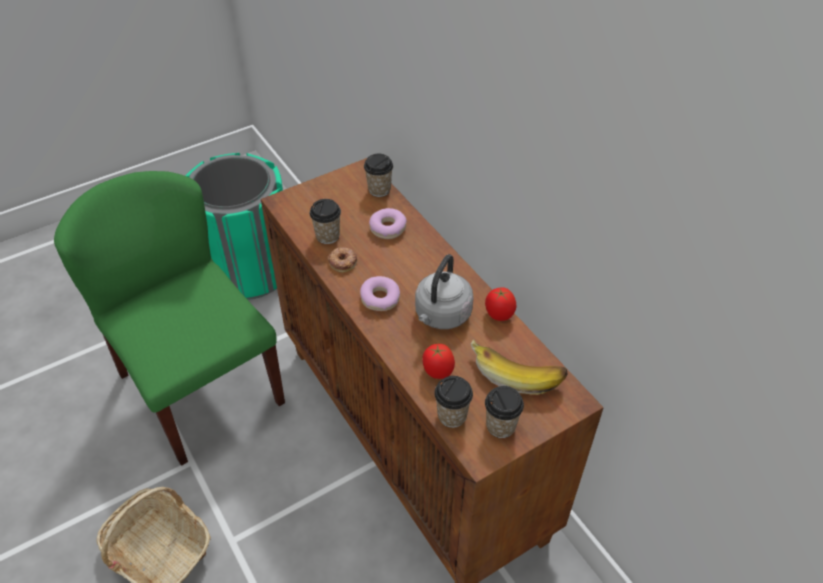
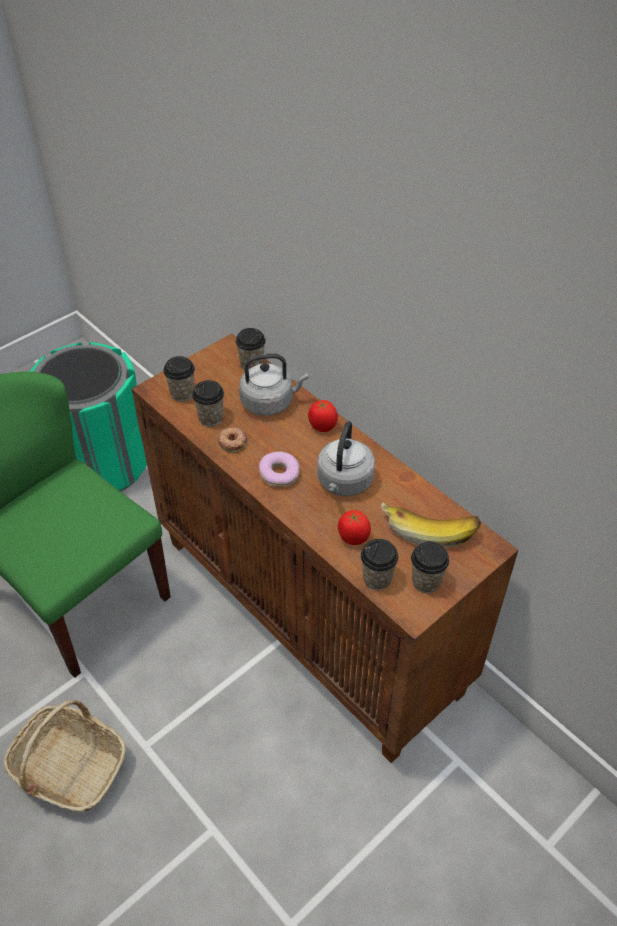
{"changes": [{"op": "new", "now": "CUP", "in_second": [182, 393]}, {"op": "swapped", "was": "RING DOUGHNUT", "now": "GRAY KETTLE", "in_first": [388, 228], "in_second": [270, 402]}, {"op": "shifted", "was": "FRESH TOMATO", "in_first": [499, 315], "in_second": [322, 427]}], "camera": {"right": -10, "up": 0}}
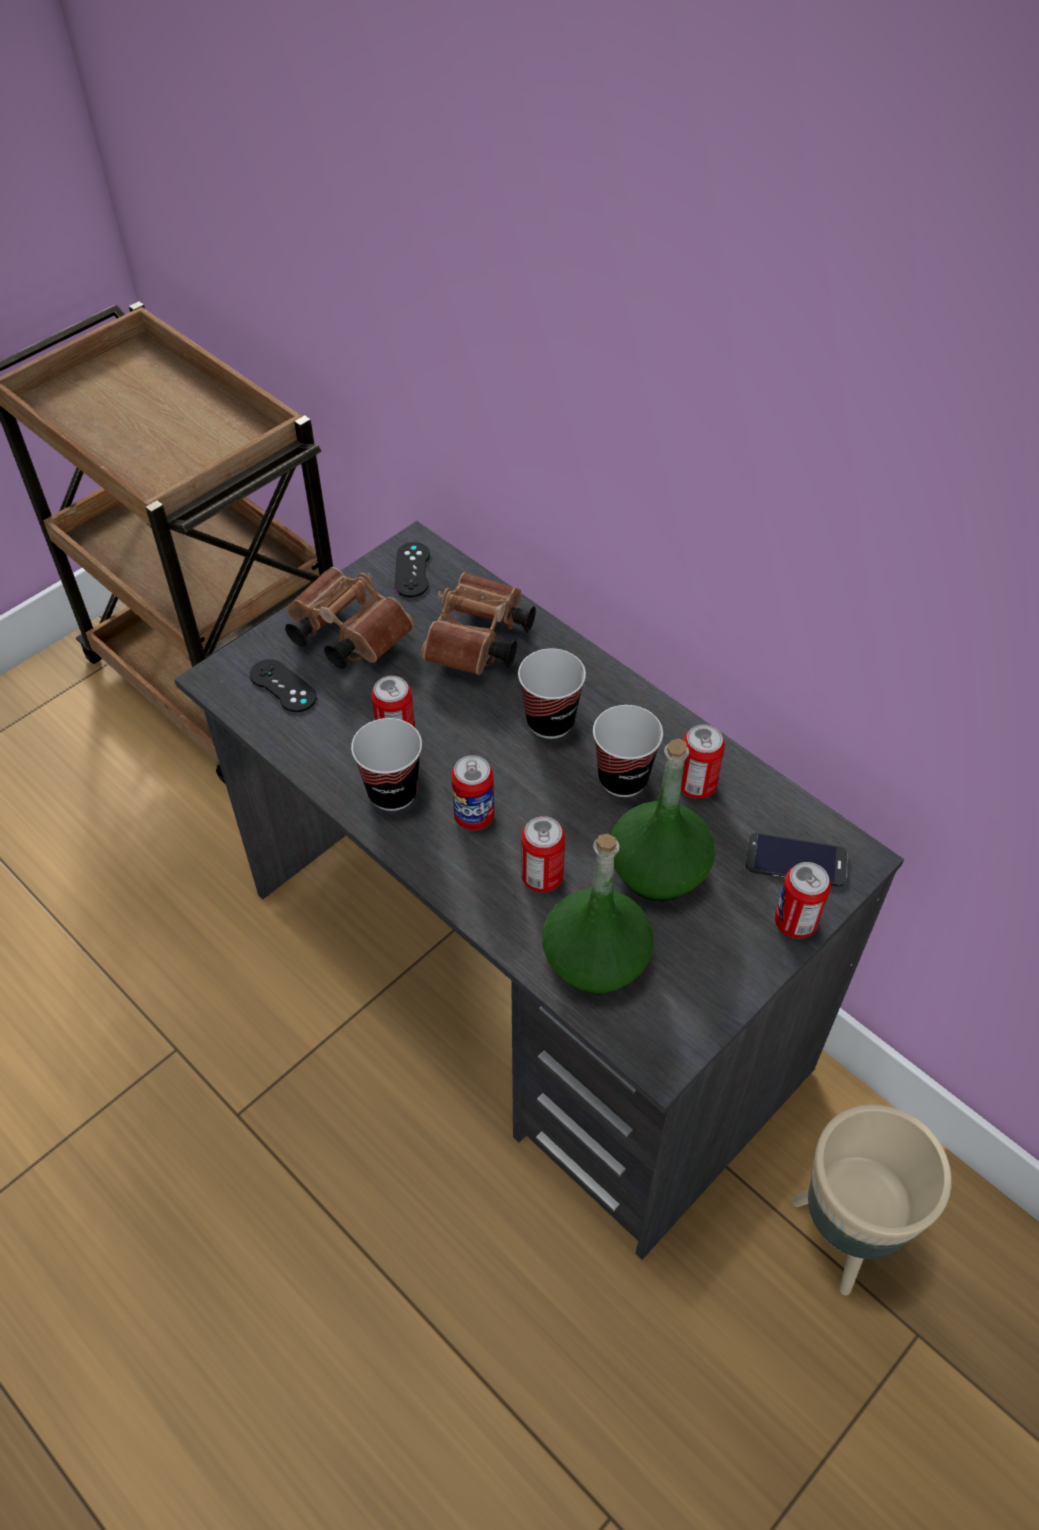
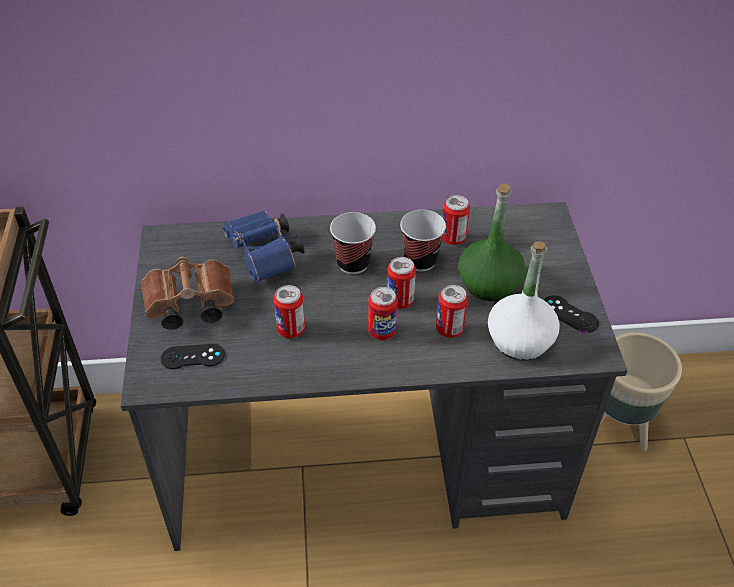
{"changes": [{"op": "repainted", "was": "BROWN-COLOURED PAIR OF BINOCULARS", "now": "BLUE PAIR OF BINOCULARS", "in_first": [478, 643], "in_second": [265, 257]}, {"op": "shifted", "was": "CAN", "in_first": [795, 922], "in_second": [400, 301]}, {"op": "repainted", "was": "GREEN-COLOURED BEVERAGE BOTTLE", "now": "WHITE BEVERAGE BOTTLE", "in_first": [595, 958], "in_second": [519, 340]}, {"op": "shifted", "was": "BLACK-COLOURED GAMEPAD", "in_first": [412, 570], "in_second": [570, 314]}, {"op": "gone", "was": "CUP", "in_first": [392, 792]}, {"op": "gone", "was": "HANDSET", "in_first": [796, 861]}], "camera": {"right": -50, "up": -5}}
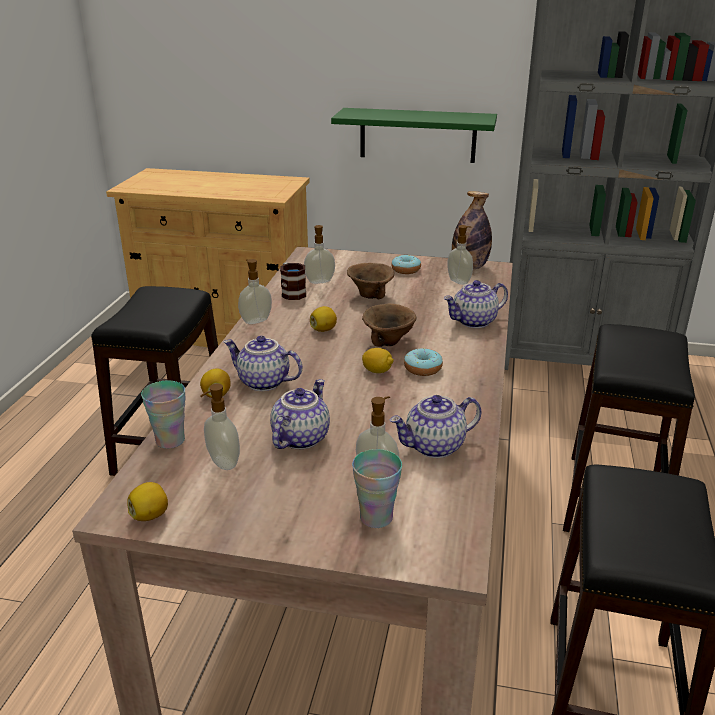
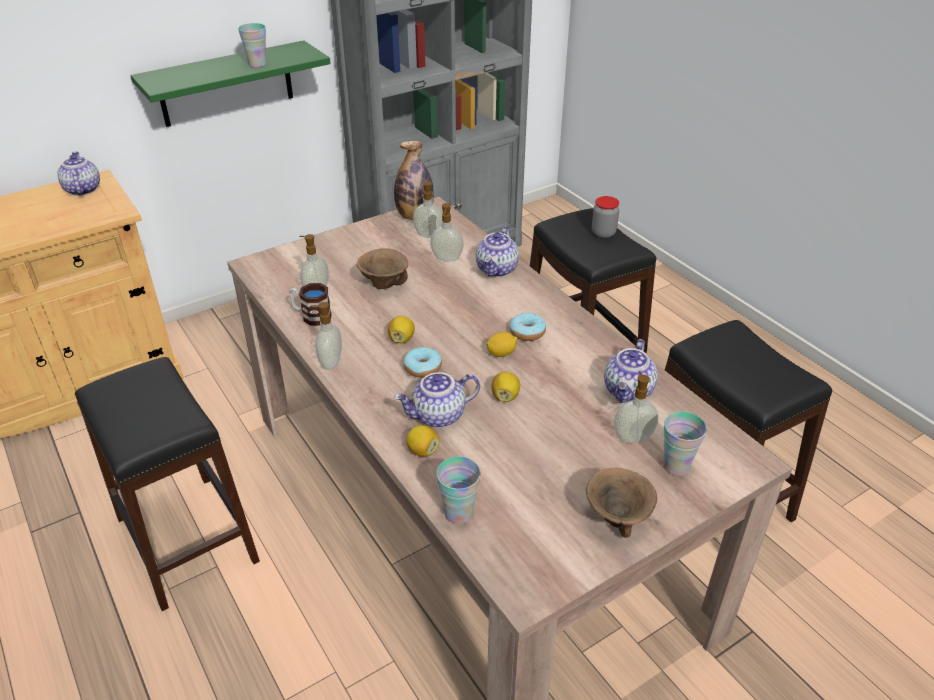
{"changes": [{"op": "shifted", "was": "POT FOR TEA", "in_first": [299, 437], "in_second": [82, 190]}, {"op": "new", "now": "CUP", "in_second": [257, 64]}, {"op": "shifted", "was": "RING DOUGHNUT", "in_first": [406, 270], "in_second": [423, 368]}, {"op": "shifted", "was": "LIQUID SOAP BOTTLE", "in_first": [222, 463], "in_second": [447, 259]}, {"op": "shifted", "was": "LEMON", "in_first": [150, 515], "in_second": [505, 396]}, {"op": "shifted", "was": "BROWN-COLOURED DEEP DISH", "in_first": [389, 342], "in_second": [616, 517]}, {"op": "new", "now": "PRESERVE JAR", "in_second": [603, 233]}], "camera": {"right": -45, "up": 10}}
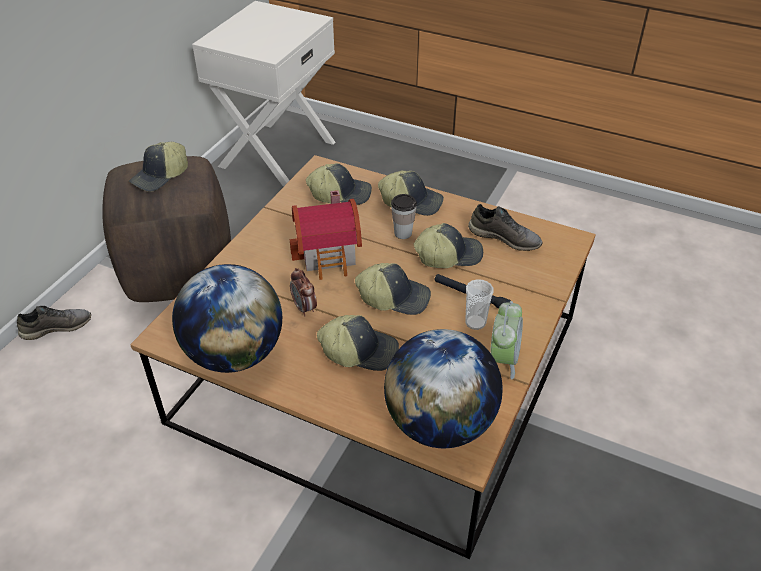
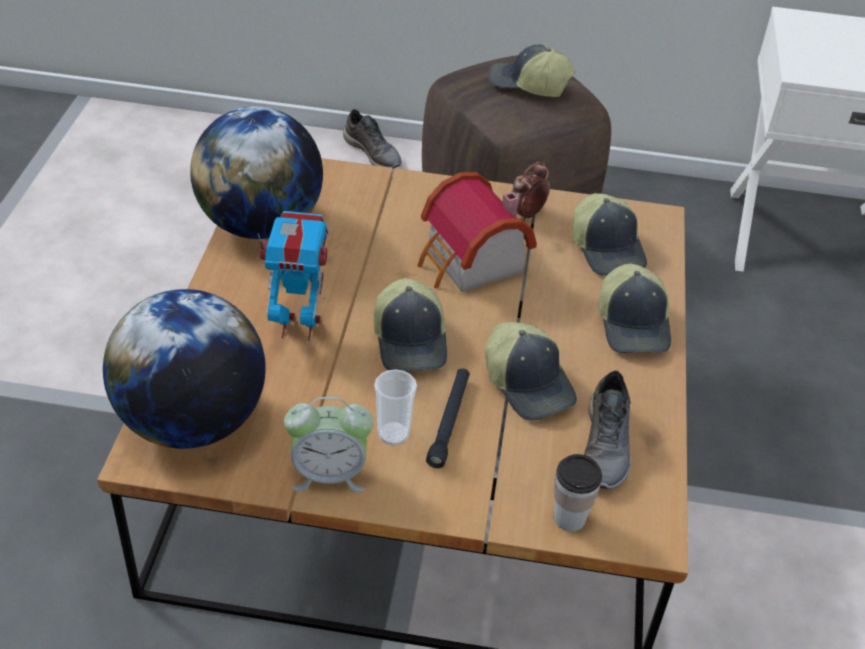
{"changes": [{"op": "swapped", "was": "PEAKED CAP", "now": "MODEL ROBOT", "in_first": [360, 351], "in_second": [298, 326]}, {"op": "shifted", "was": "TABLE CLOCK", "in_first": [304, 308], "in_second": [526, 215]}, {"op": "shifted", "was": "CUP", "in_first": [403, 233], "in_second": [569, 518]}], "camera": {"right": 70, "up": 0}}
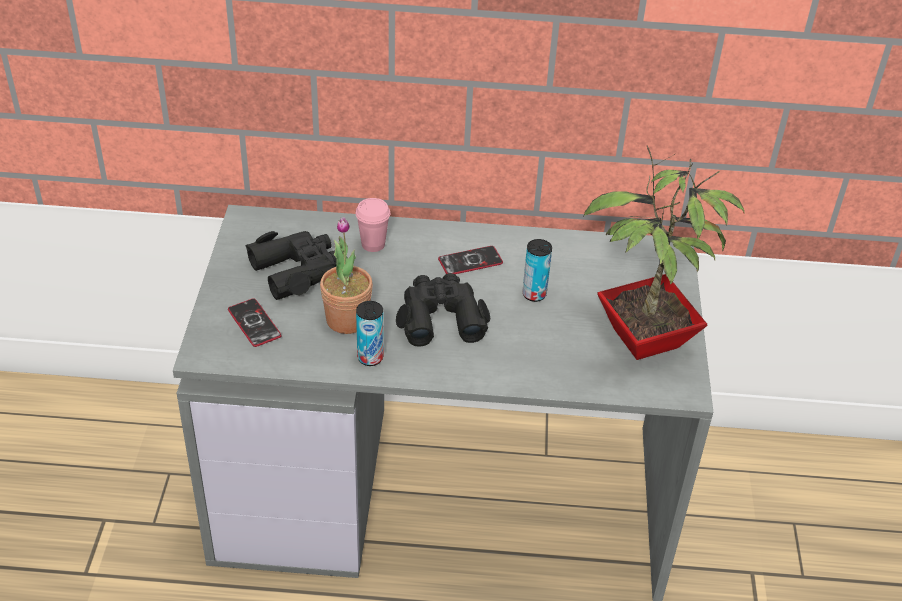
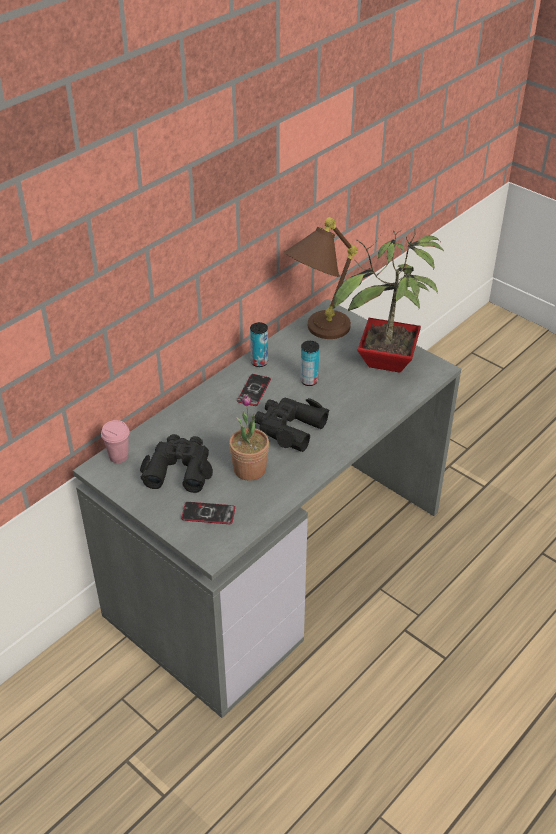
{"changes": [{"op": "shifted", "was": "PINK-COLOURED CUP", "in_first": [373, 244], "in_second": [118, 456]}, {"op": "shifted", "was": "CAN", "in_first": [370, 358], "in_second": [259, 362]}, {"op": "new", "now": "BROWN-COLOURED TABLETOP LAMP", "in_second": [317, 333]}], "camera": {"right": -50, "up": 0}}
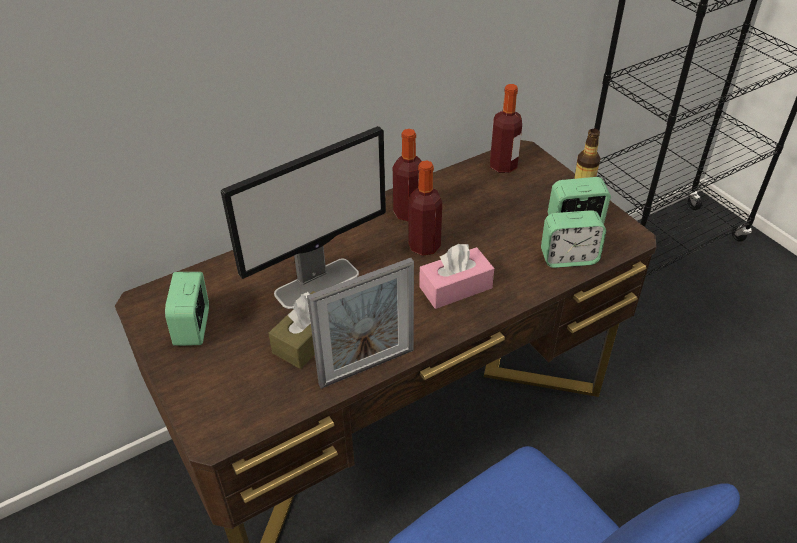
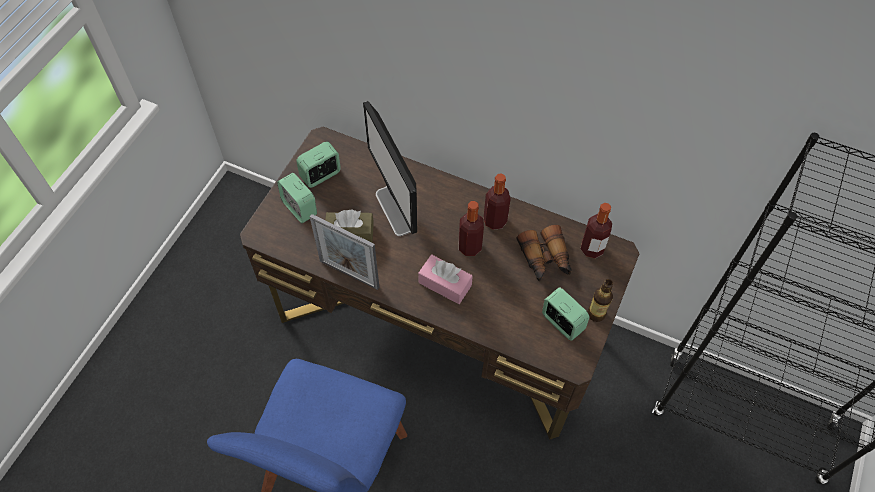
{"changes": [{"op": "shifted", "was": "TABLE CLOCK", "in_first": [568, 258], "in_second": [300, 208]}, {"op": "rotated", "was": "COMPUTER SCREEN", "in_first": [317, 283], "in_second": [395, 211], "clockwise": 45}, {"op": "new", "now": "PAIR OF BINOCULARS", "in_second": [545, 259]}], "camera": {"right": 55, "up": 15}}
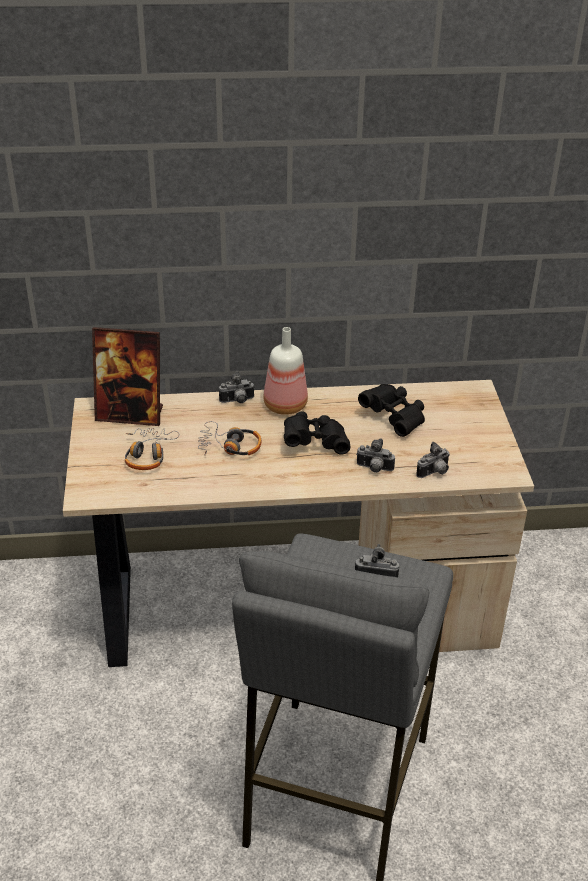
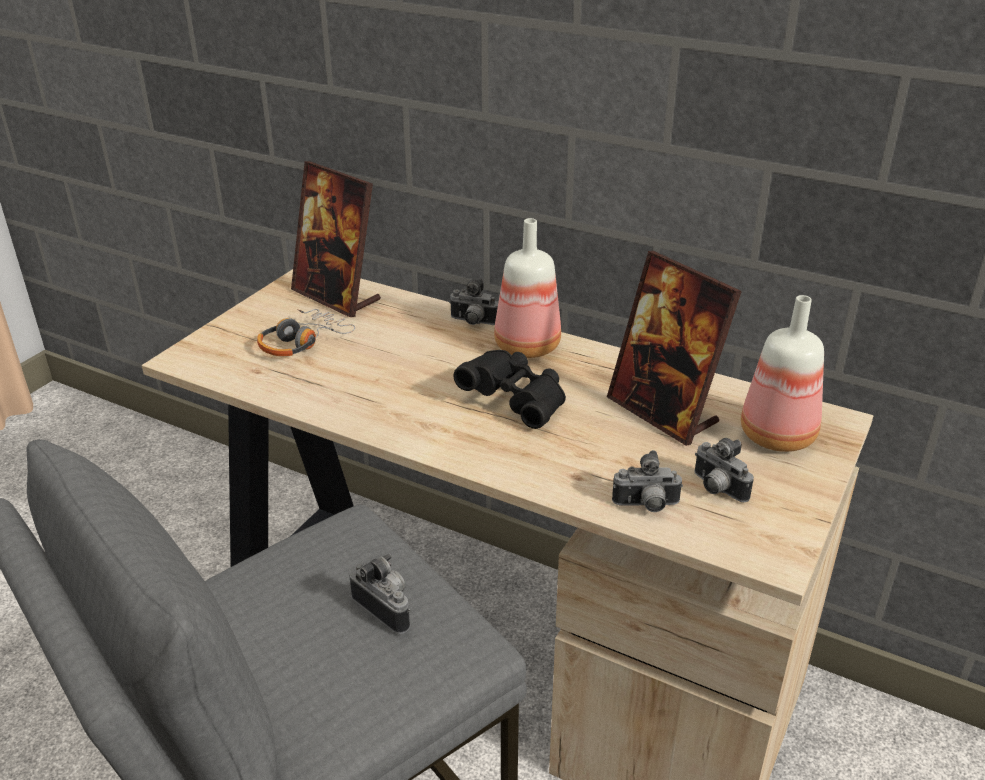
{"changes": [{"op": "swapped", "was": "BLACK-COLOURED PAIR OF BINOCULARS", "now": "STANDING FRAME", "in_first": [394, 418], "in_second": [663, 412]}, {"op": "shifted", "was": "STILL CAMERA", "in_first": [374, 469], "in_second": [716, 489]}, {"op": "new", "now": "BEVERAGE BOTTLE", "in_second": [777, 434]}, {"op": "gone", "was": "HEADSET", "in_first": [229, 446]}], "camera": {"right": 35, "up": -5}}
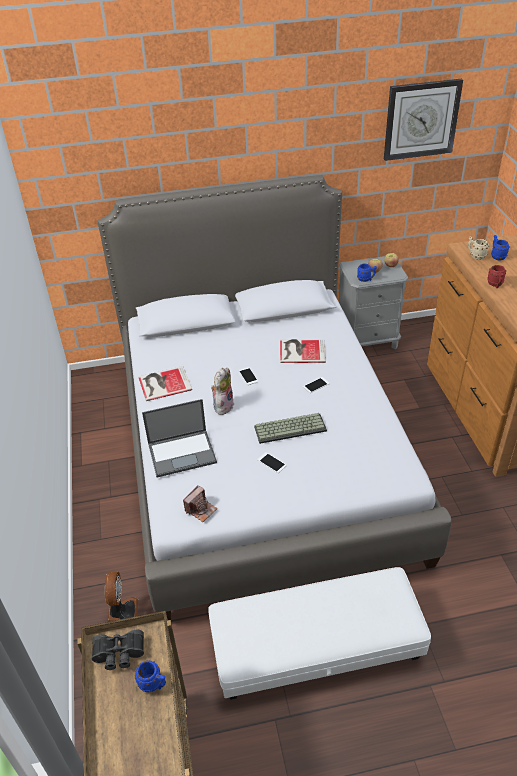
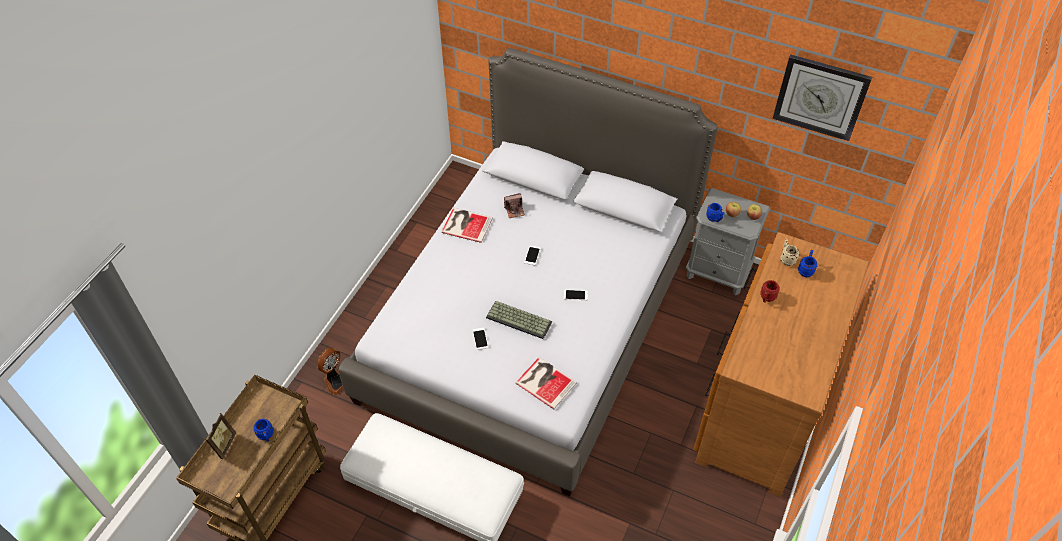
{"changes": [{"op": "new", "now": "STANDING FRAME", "in_second": [223, 445]}, {"op": "shifted", "was": "STILL CAMERA", "in_first": [201, 509], "in_second": [514, 210]}, {"op": "shifted", "was": "BOUND BOOK", "in_first": [301, 350], "in_second": [545, 381]}, {"op": "gone", "was": "BLACK-COLOURED PAIR OF BINOCULARS", "in_first": [119, 655]}, {"op": "gone", "was": "PORTABLE COMPUTER", "in_first": [182, 452]}, {"op": "gone", "was": "PLUSH TOY", "in_first": [223, 405]}], "camera": {"right": 35, "up": 10}}
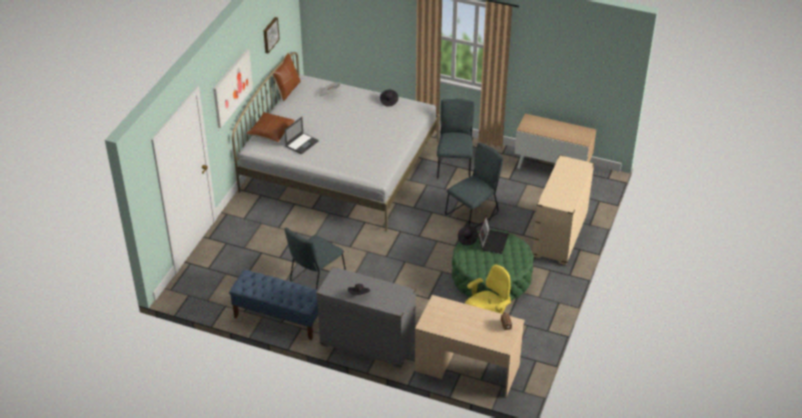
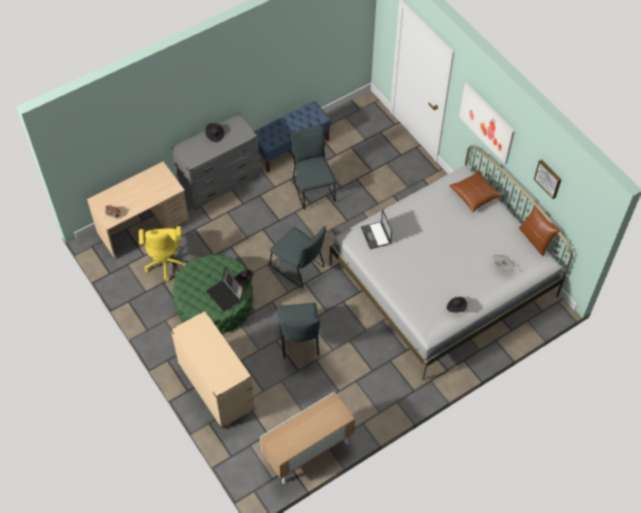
{"changes": [{"op": "shifted", "was": "GRAY UPRIGHT CHAIR", "in_first": [454, 166], "in_second": [299, 268]}, {"op": "shifted", "was": "PORTABLE COMPUTER", "in_first": [302, 143], "in_second": [376, 236]}], "camera": {"right": 125, "up": 15}}
